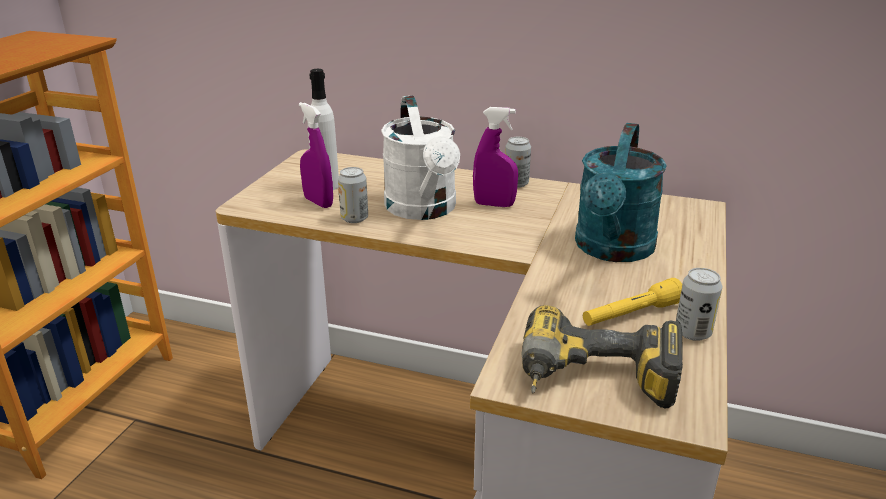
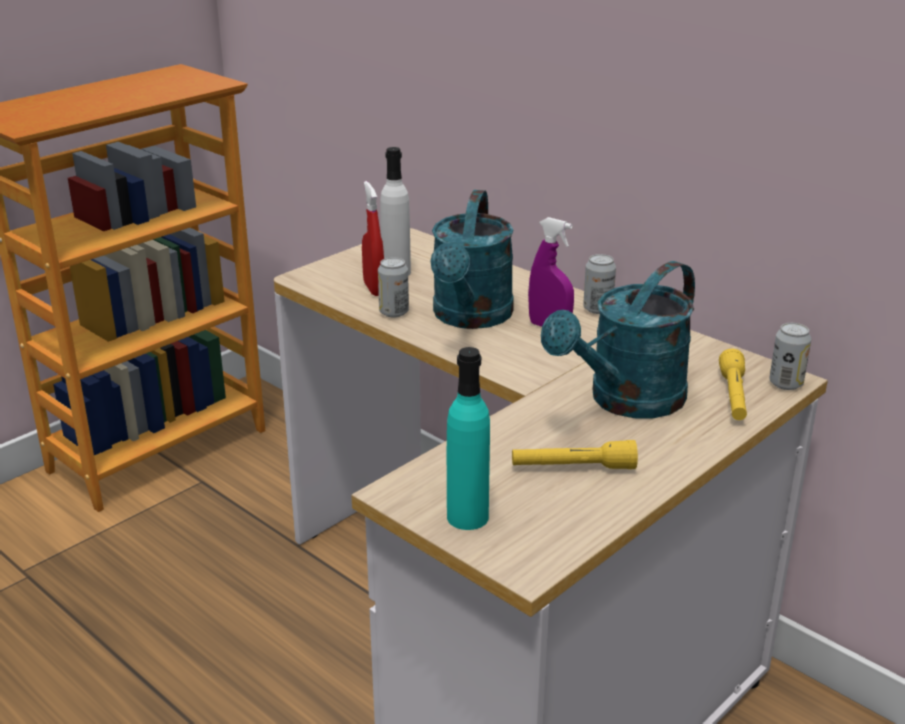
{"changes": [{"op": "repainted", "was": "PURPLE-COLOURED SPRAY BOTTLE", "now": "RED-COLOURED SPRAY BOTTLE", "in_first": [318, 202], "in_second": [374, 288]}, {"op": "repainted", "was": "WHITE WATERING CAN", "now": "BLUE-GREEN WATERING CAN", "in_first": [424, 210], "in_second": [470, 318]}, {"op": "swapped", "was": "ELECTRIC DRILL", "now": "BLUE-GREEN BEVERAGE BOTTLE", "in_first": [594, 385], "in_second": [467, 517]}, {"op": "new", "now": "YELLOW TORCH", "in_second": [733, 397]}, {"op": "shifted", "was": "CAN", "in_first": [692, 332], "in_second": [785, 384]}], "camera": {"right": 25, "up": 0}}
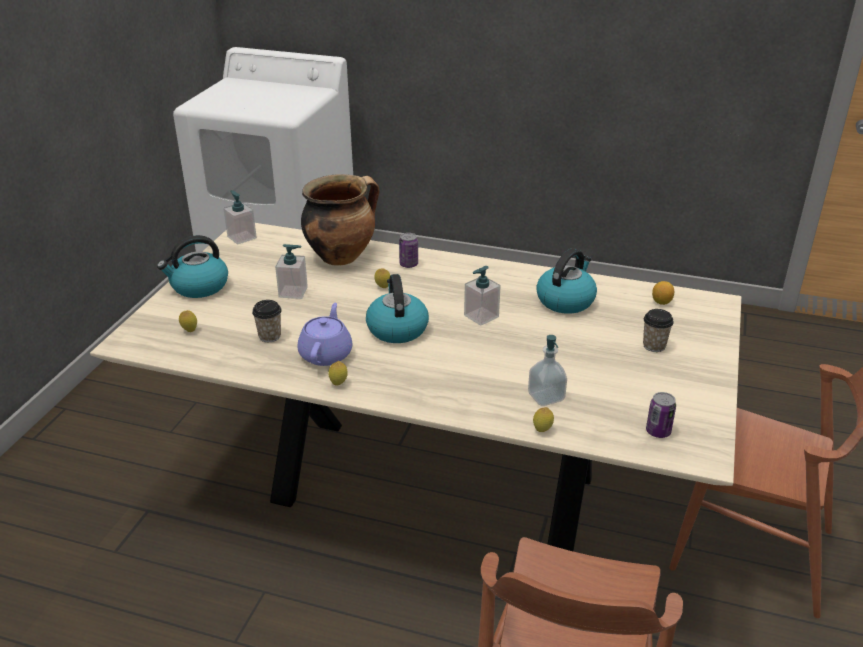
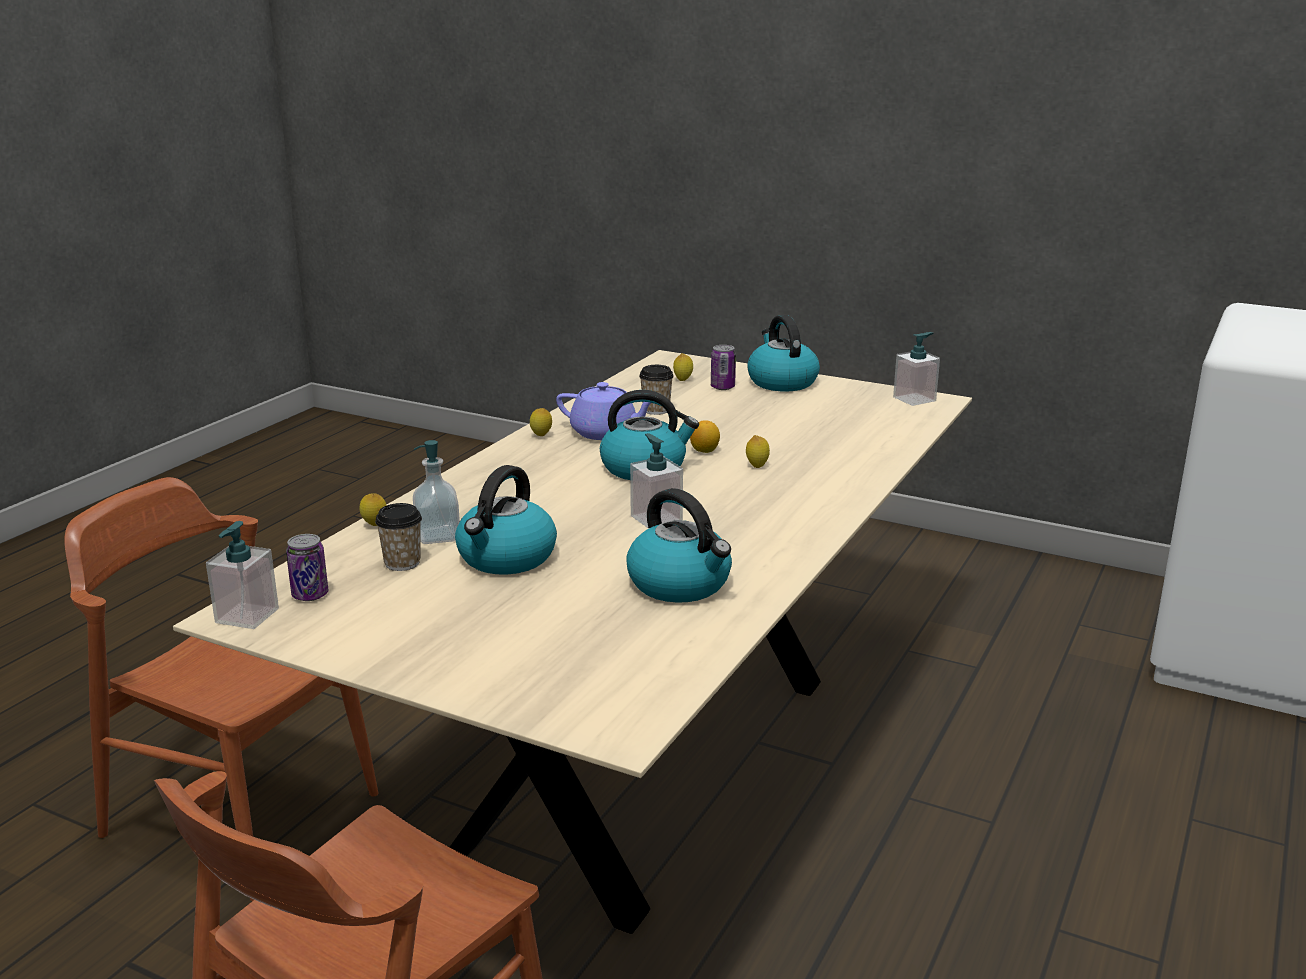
{"changes": [{"op": "shifted", "was": "LIQUID SOAP BOTTLE", "in_first": [293, 292], "in_second": [247, 616]}, {"op": "shifted", "was": "CUP", "in_first": [654, 346], "in_second": [402, 563]}, {"op": "new", "now": "KETTLE", "in_second": [506, 558]}, {"op": "shifted", "was": "LEMON", "in_first": [661, 302], "in_second": [705, 451]}, {"op": "shifted", "was": "CAN", "in_first": [408, 264], "in_second": [722, 387]}, {"op": "gone", "was": "SAUCEPOT", "in_first": [341, 256]}], "camera": {"right": 100, "up": -10}}
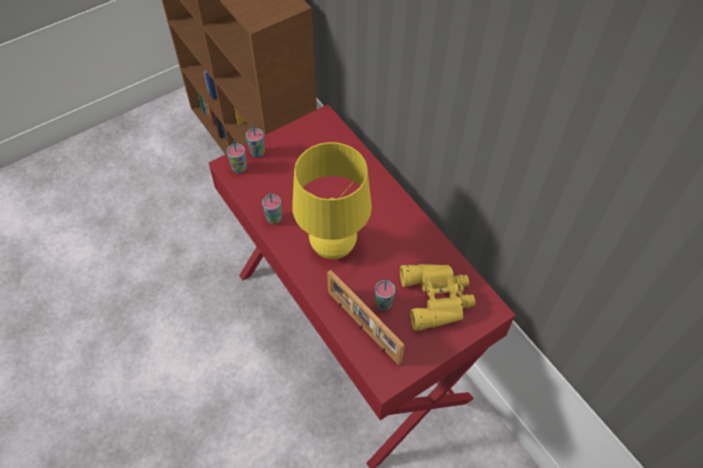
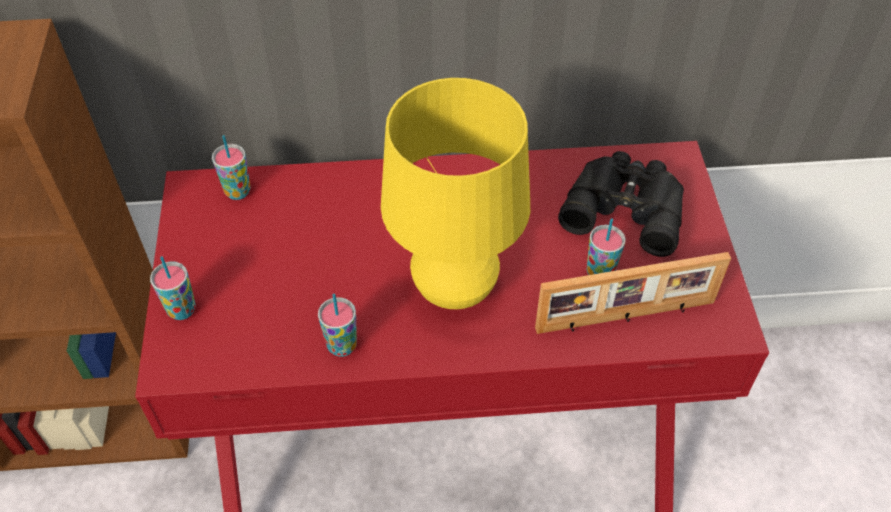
{"changes": [{"op": "shifted", "was": "CUP", "in_first": [239, 168], "in_second": [237, 192]}, {"op": "repainted", "was": "YELLOW PAIR OF BINOCULARS", "now": "BLACK-COLOURED PAIR OF BINOCULARS", "in_first": [438, 298], "in_second": [625, 206]}], "camera": {"right": -60, "up": -5}}
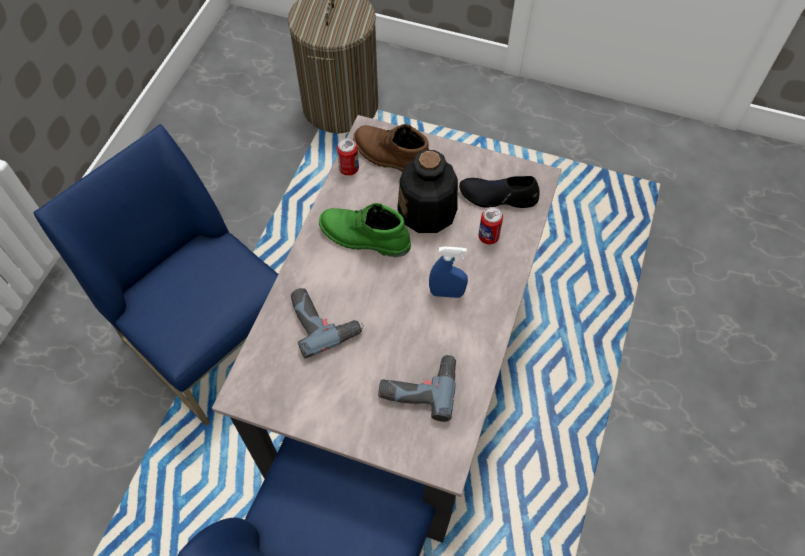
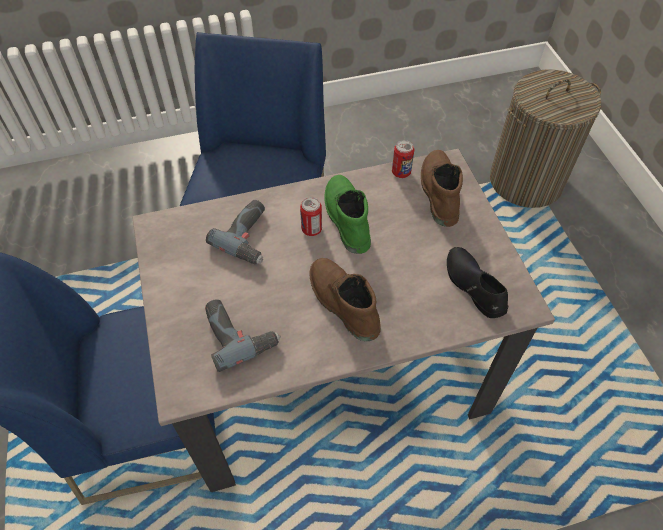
{"changes": [{"op": "shifted", "was": "CAN", "in_first": [488, 237], "in_second": [311, 229]}, {"op": "swapped", "was": "BLUE SPRAY BOTTLE", "now": "BROWN-COLOURED BOOT", "in_first": [447, 293], "in_second": [342, 303]}, {"op": "gone", "was": "BEVERAGE BOTTLE", "in_first": [427, 211]}], "camera": {"right": 55, "up": -5}}
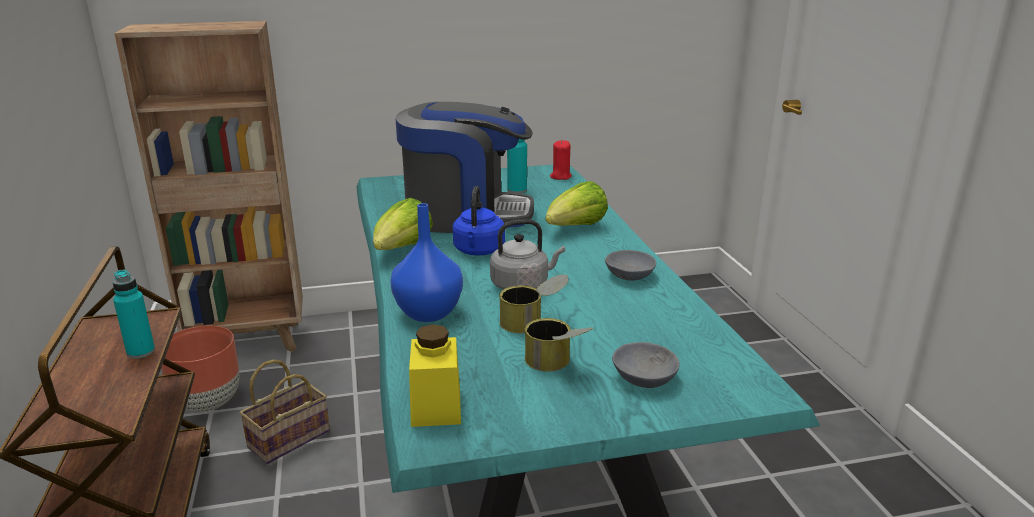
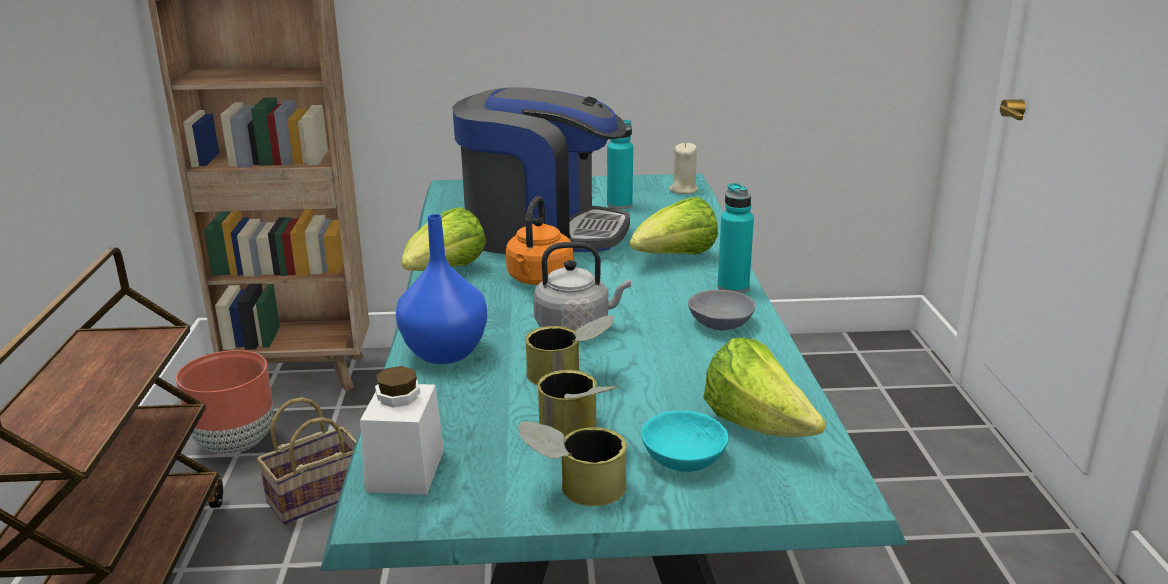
{"changes": [{"op": "repainted", "was": "YELLOW PRESERVE JAR", "now": "WHITE PRESERVE JAR", "in_first": [436, 407], "in_second": [405, 470]}, {"op": "repainted", "was": "BLUE KETTLE", "now": "ORANGEY KETTLE", "in_first": [478, 251], "in_second": [538, 280]}, {"op": "new", "now": "CAN", "in_second": [573, 489]}, {"op": "repainted", "was": "GRAY DEEP DISH", "now": "BLUE-GREEN DEEP DISH", "in_first": [642, 377], "in_second": [680, 457]}, {"op": "repainted", "was": "RED-COLOURED WAX LIGHT", "now": "BEIGE-COLOURED WAX LIGHT", "in_first": [560, 176], "in_second": [683, 190]}, {"op": "new", "now": "LETTUCE HEAD", "in_second": [758, 426]}, {"op": "shifted", "was": "BLUE-GREEN BEVERAGE BOTTLE", "in_first": [141, 352], "in_second": [733, 287]}], "camera": {"right": 10, "up": 0}}
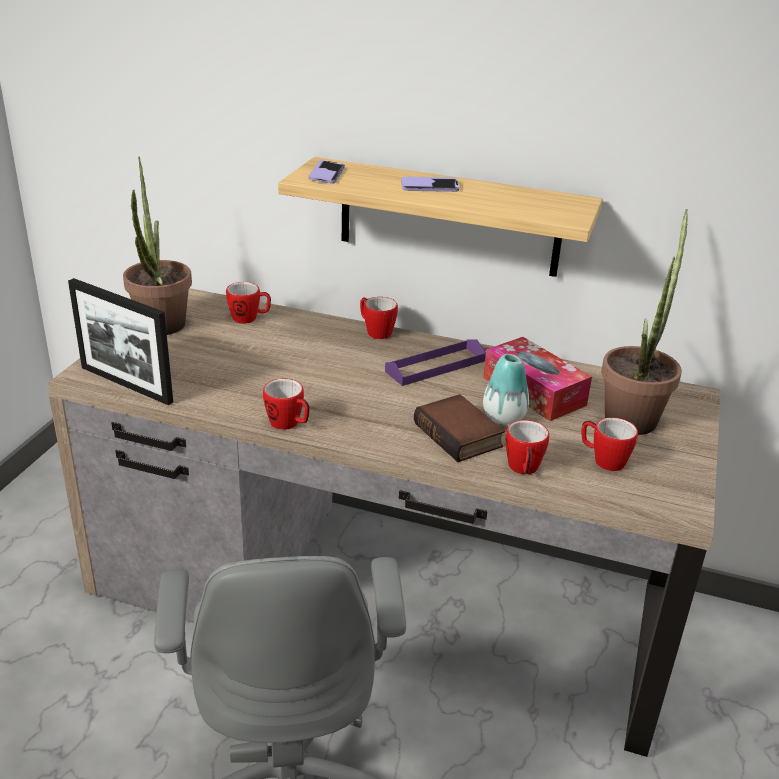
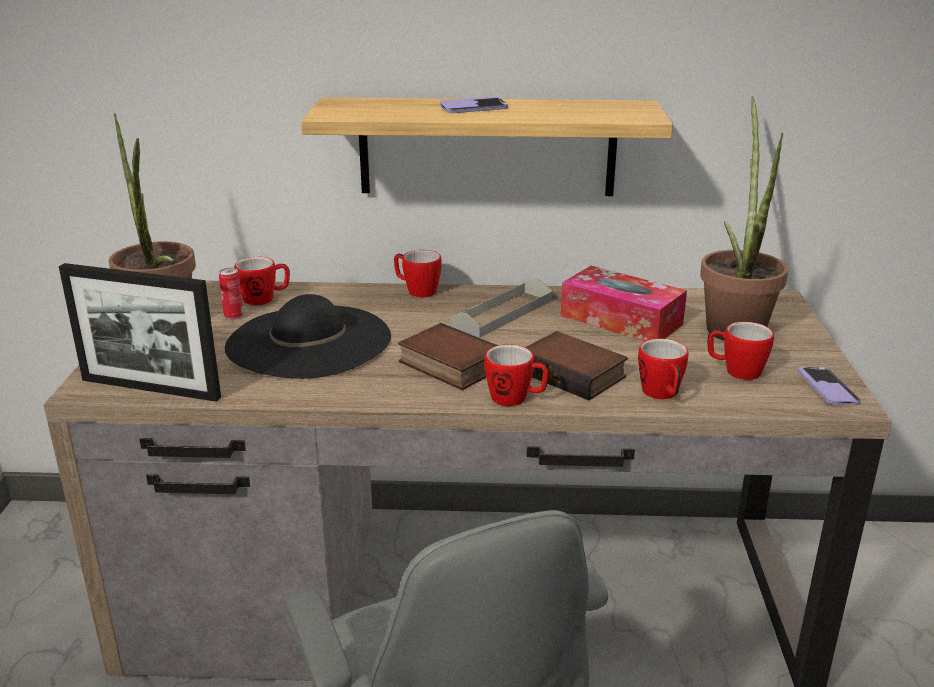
{"changes": [{"op": "new", "now": "CAN", "in_second": [234, 316]}, {"op": "new", "now": "BLACK-COLOURED WEARABLE HAT", "in_second": [309, 341]}, {"op": "new", "now": "BOUND BOOK", "in_second": [448, 365]}, {"op": "repainted", "was": "PURPLE-COLOURED SERVING TRAY", "now": "GRAY SERVING TRAY", "in_first": [435, 366], "in_second": [503, 313]}, {"op": "shifted", "was": "COFFEE MUG", "in_first": [289, 424], "in_second": [516, 399]}, {"op": "shifted", "was": "HANDSET", "in_first": [327, 174], "in_second": [827, 388]}, {"op": "gone", "was": "DECORATIVE VASE", "in_first": [504, 417]}], "camera": {"right": -15, "up": -5}}
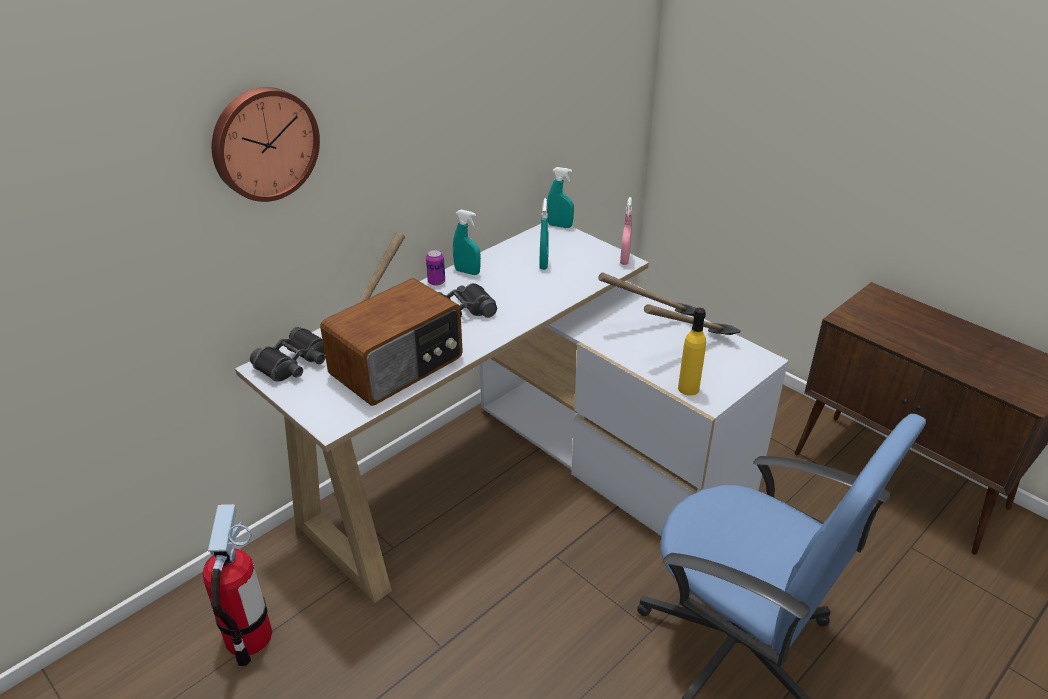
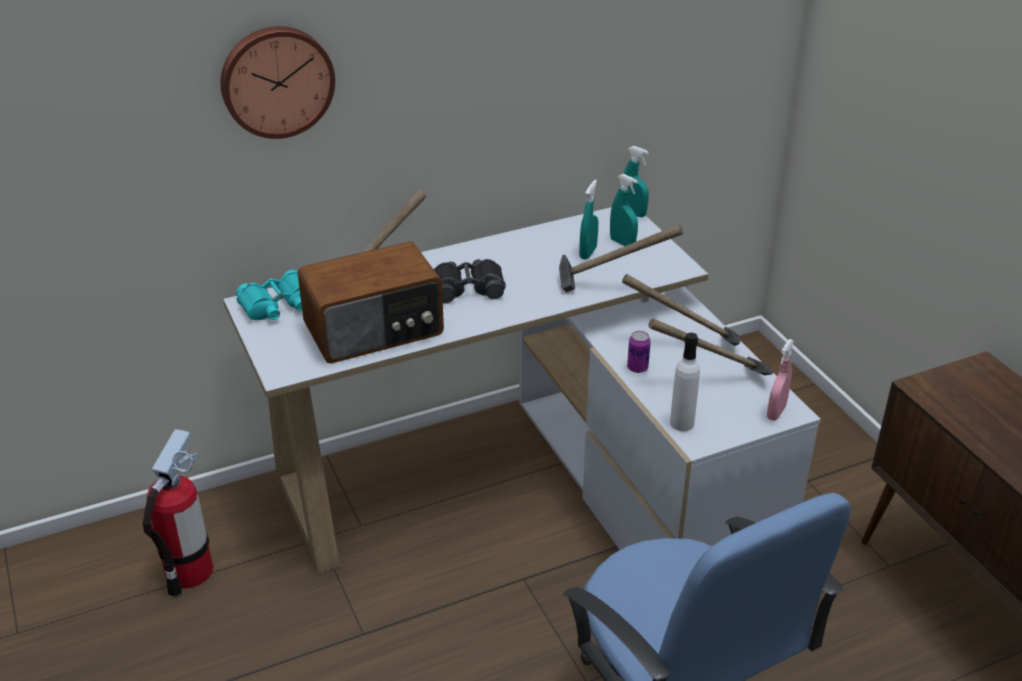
{"changes": [{"op": "repainted", "was": "BLACK-COLOURED PAIR OF BINOCULARS", "now": "BLUE-GREEN PAIR OF BINOCULARS", "in_first": [294, 363], "in_second": [279, 306]}, {"op": "new", "now": "HAMMER", "in_second": [611, 287]}, {"op": "shifted", "was": "BLUE-GREEN SPRAY BOTTLE", "in_first": [467, 272], "in_second": [622, 243]}, {"op": "shifted", "was": "CAN", "in_first": [436, 282], "in_second": [637, 368]}, {"op": "repainted", "was": "YELLOW BEVERAGE BOTTLE", "now": "WHITE BEVERAGE BOTTLE", "in_first": [688, 388], "in_second": [681, 423]}, {"op": "shifted", "was": "PINK-COLOURED SPRAY BOTTLE", "in_first": [624, 259], "in_second": [776, 412]}], "camera": {"right": 20, "up": 0}}
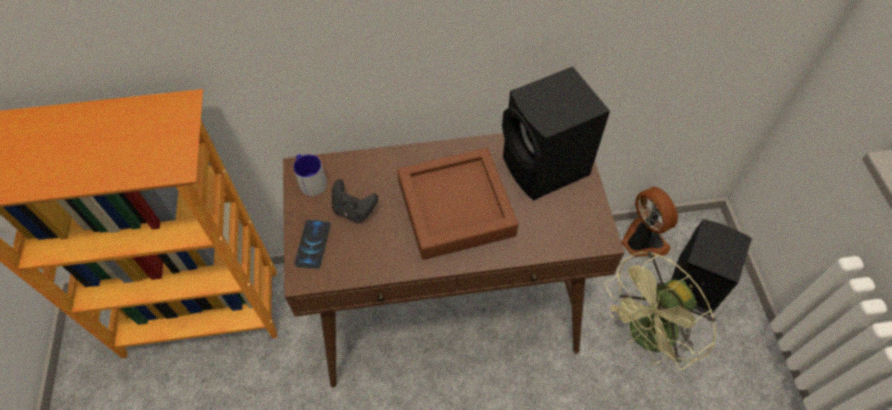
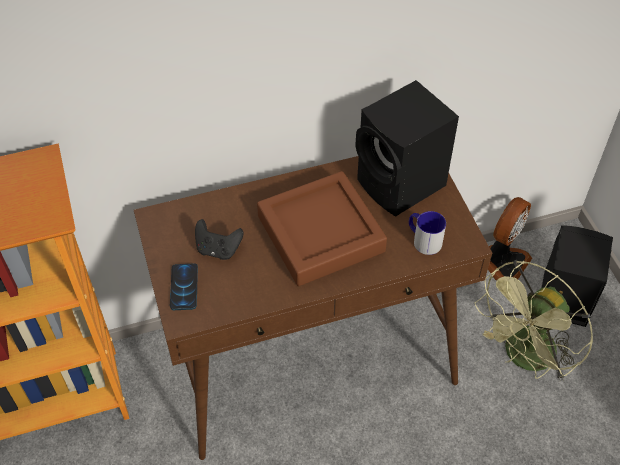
{"changes": [{"op": "shifted", "was": "COFFEE MUG", "in_first": [310, 181], "in_second": [423, 240]}, {"op": "rotated", "was": "COOLING FAN", "in_first": [641, 241], "in_second": [503, 262], "clockwise": 75}], "camera": {"right": -10, "up": -5}}
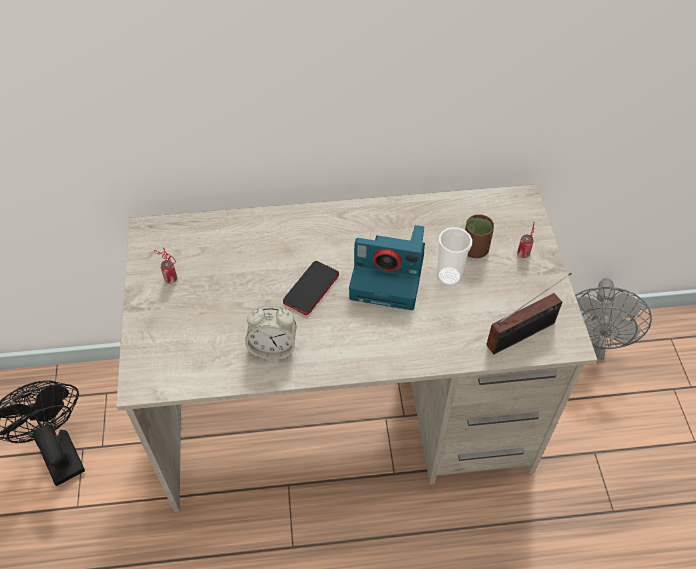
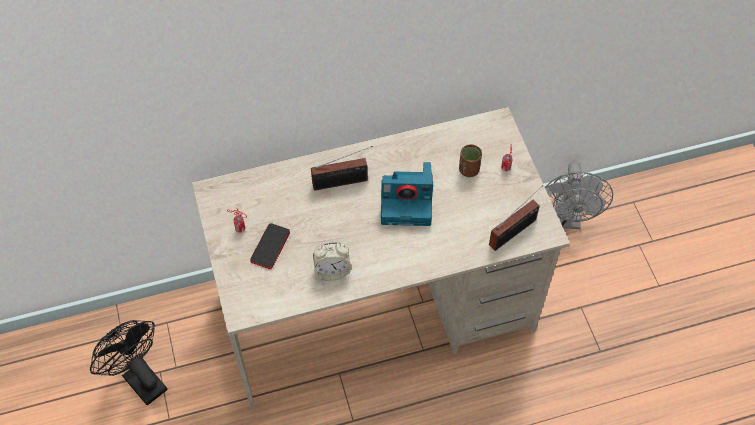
{"changes": [{"op": "shifted", "was": "HANDSET", "in_first": [311, 288], "in_second": [270, 246]}, {"op": "new", "now": "RADIO", "in_second": [343, 182]}, {"op": "gone", "was": "CUP", "in_first": [449, 276]}], "camera": {"right": -10, "up": 5}}
